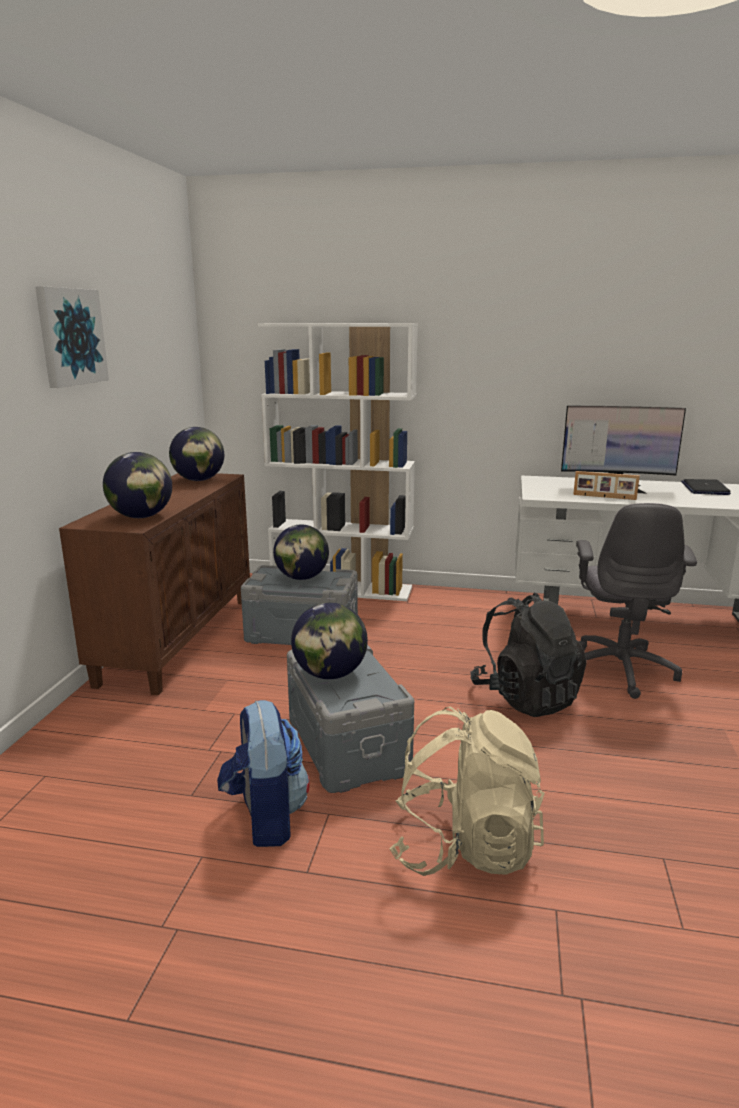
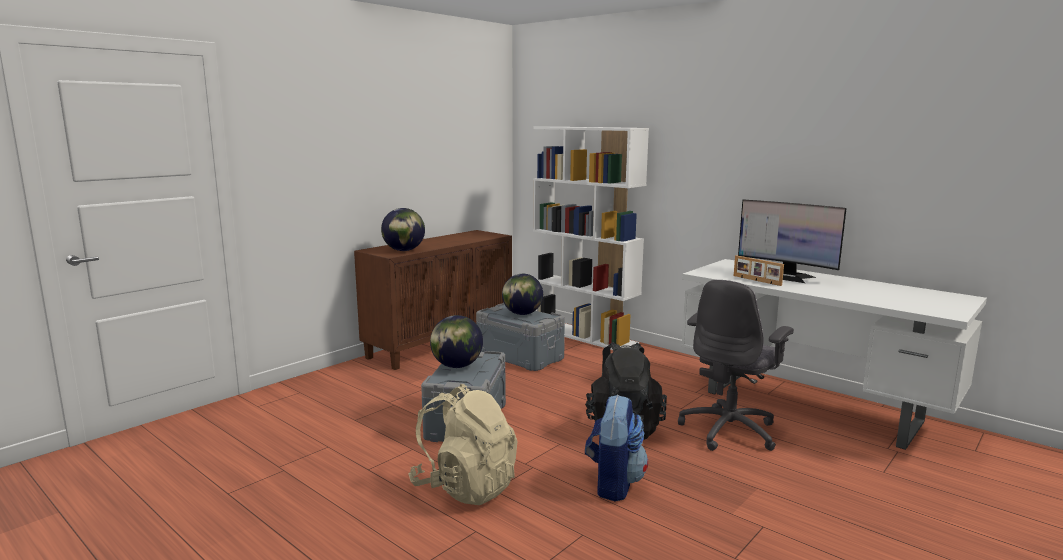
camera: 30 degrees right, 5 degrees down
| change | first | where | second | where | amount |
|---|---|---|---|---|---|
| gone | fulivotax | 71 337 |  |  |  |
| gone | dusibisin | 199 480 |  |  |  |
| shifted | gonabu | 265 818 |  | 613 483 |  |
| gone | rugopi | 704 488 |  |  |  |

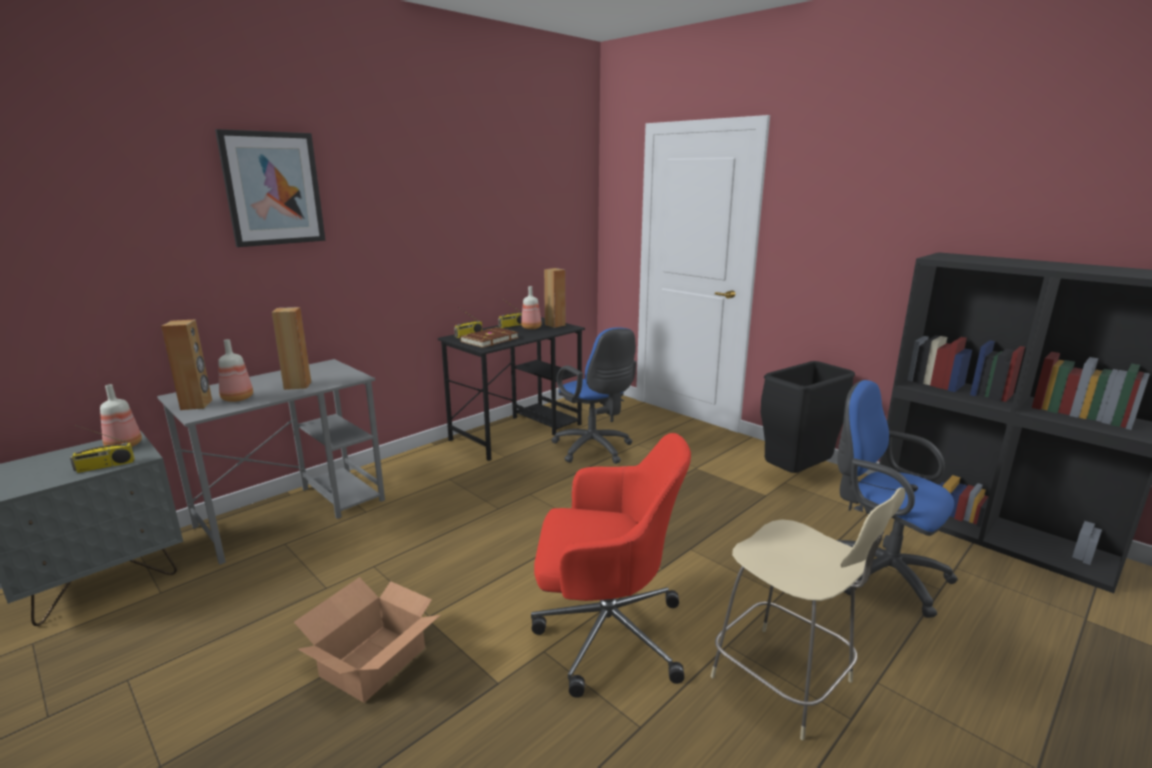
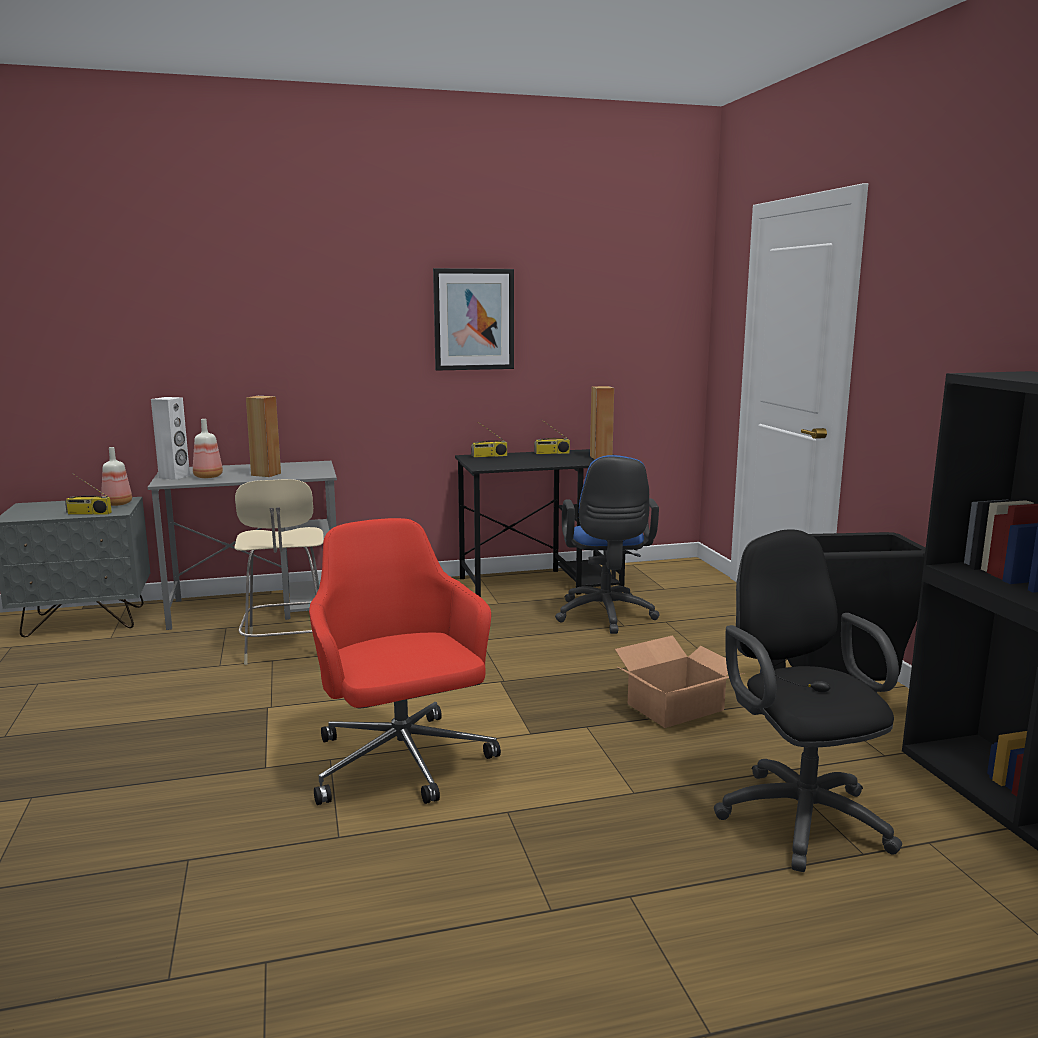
camera: 30 degrees right, 5 degrees down
| change | first | where | second | where | amount |
|---|---|---|---|---|---|
| repainted | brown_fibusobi | 197 405 | white_fibusobi | 174 476 |  |
| shifted | fulivotax | 273 189 |  | 473 319 |  |
| shifted | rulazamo | 372 662 |  | 674 707 |  |
| gone | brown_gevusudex | 488 340 |  |  |  |
| gone | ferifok | 532 328 |  |  |  |
| rotated | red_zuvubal | 605 632 |  | 401 764 | 150 degrees counterclockwise |
| shifted | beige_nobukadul | 786 682 |  | 287 648 |  |
| repainted | blue_zuvubal | 879 573 | black_zuvubal | 797 813 |  |

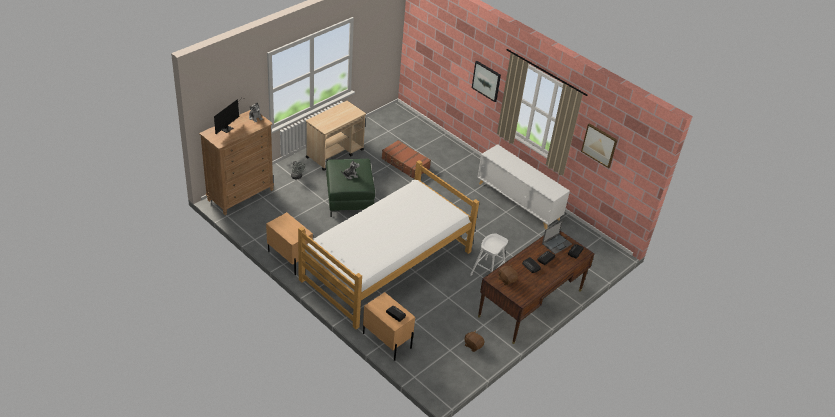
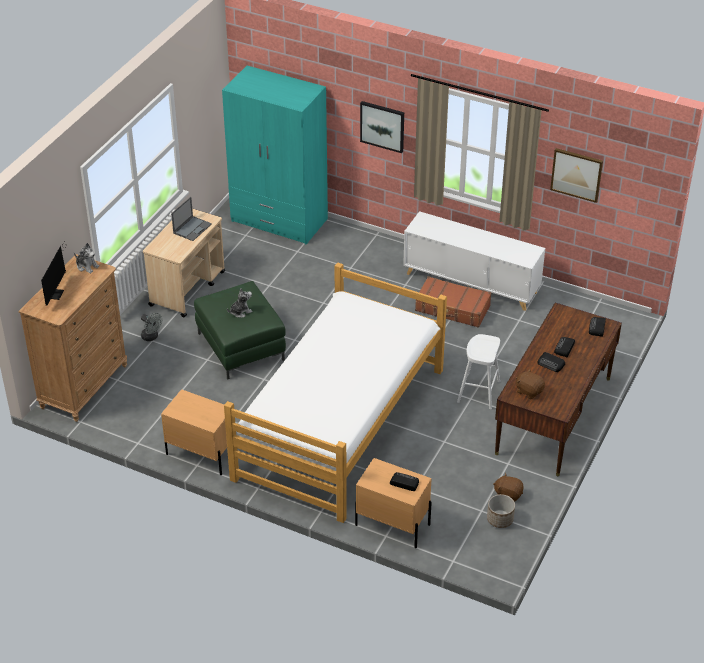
camera: 15 degrees left, 0 degrees up
| change | first | where | second | where | amount |
|---|---|---|---|---|---|
| shifted | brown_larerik | 405 164 |  | 452 309 |  |
| shifted | rugopi | 557 243 |  | 192 228 |  |
| new |  |  | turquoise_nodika | 279 220 |  |
| new |  |  | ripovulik | 500 519 |  |

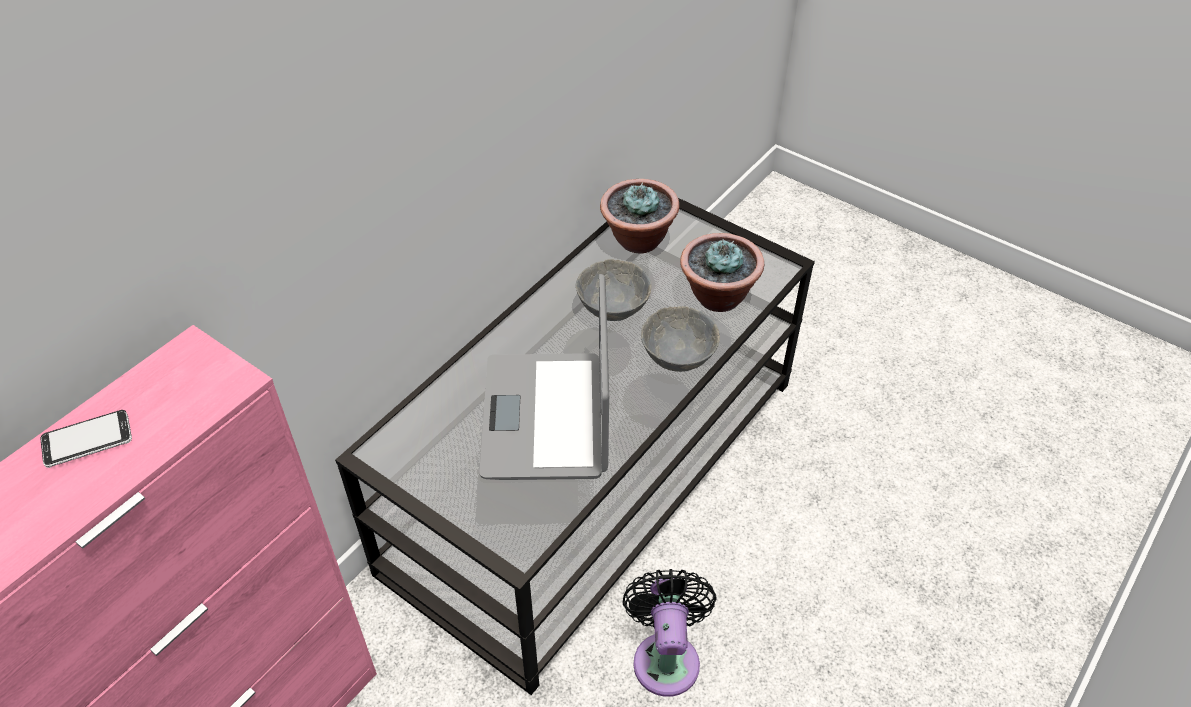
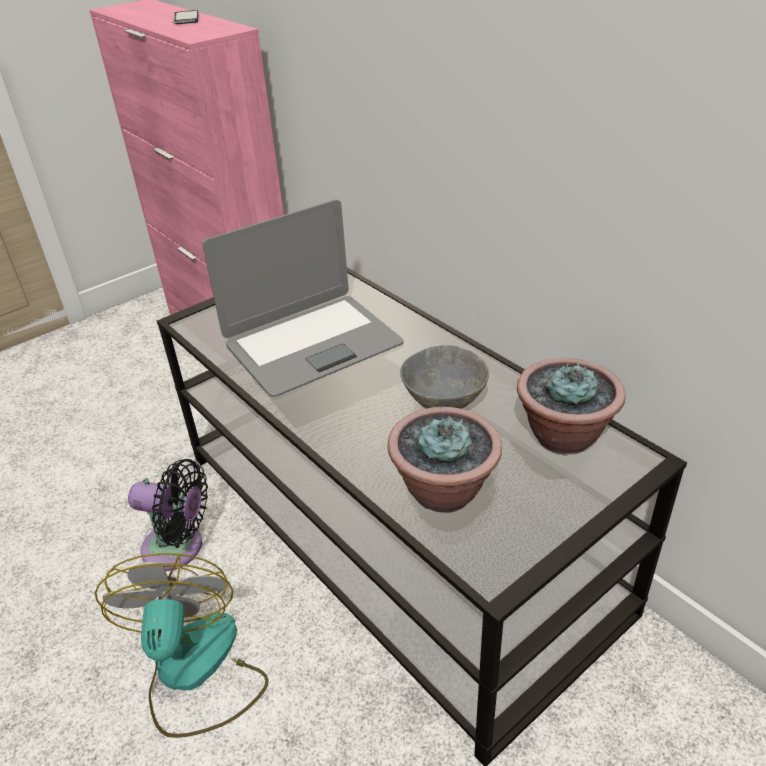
camera: 105 degrees right, 10 degrees down
| change | first | where | second | where | amount |
|---|---|---|---|---|---|
| rotated | rugopi | 547 417 |  | 312 344 | 135 degrees clockwise |
| gone | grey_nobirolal | 678 357 |  |  |  |
| new |  |  | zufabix | 195 672 |  |

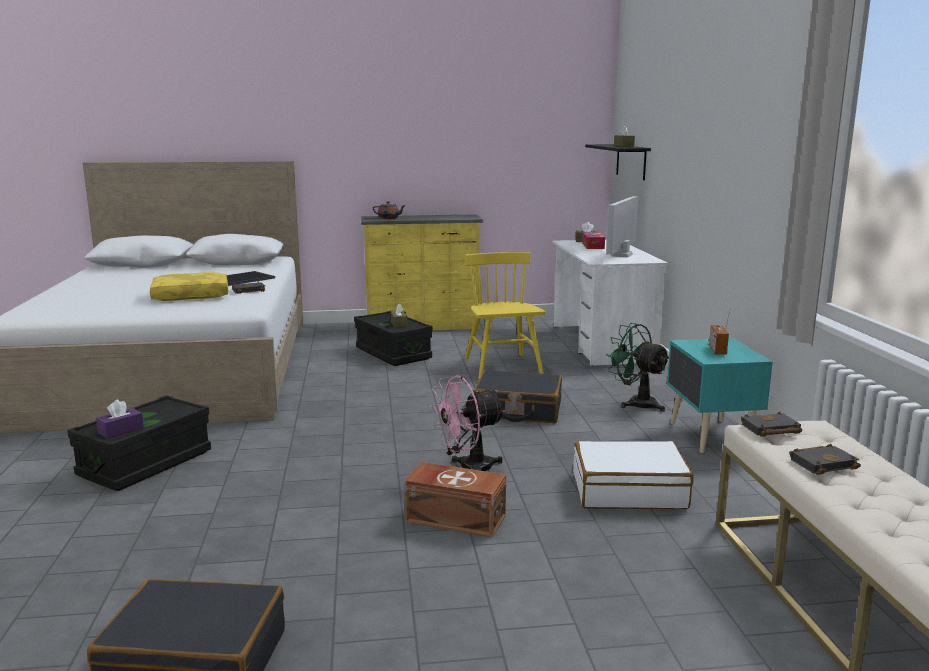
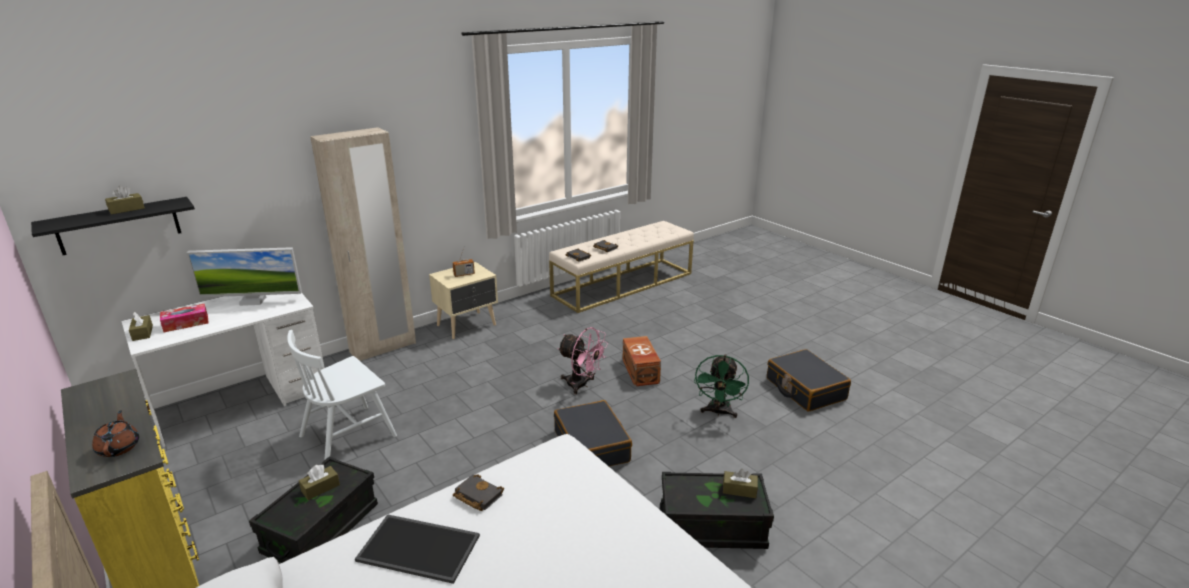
camera: 120 degrees left, 10 degrees up
| change | first | where | second | where | amount |
|---|---|---|---|---|---|
| repainted | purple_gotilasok | 121 430 | brown_gotilasok | 739 490 |  |
| gone | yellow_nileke | 191 296 |  |  |  |
| repainted | yellow_nobukadul | 502 366 | white_nobukadul | 348 435 |  |
| shifted | black_larerik | 518 410 |  | 592 446 |  |
| gone | white_larerik | 629 490 |  |  |  |
| shifted | green_zufabix | 636 403 |  | 718 412 |  |
| repainted | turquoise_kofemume | 710 437 | beige_kofemume | 468 325 |  |
| new |  |  | beige_nodika | 383 347 |  |

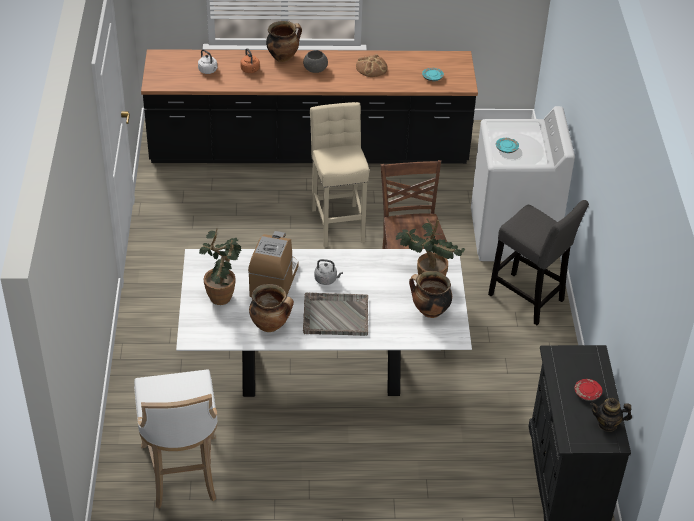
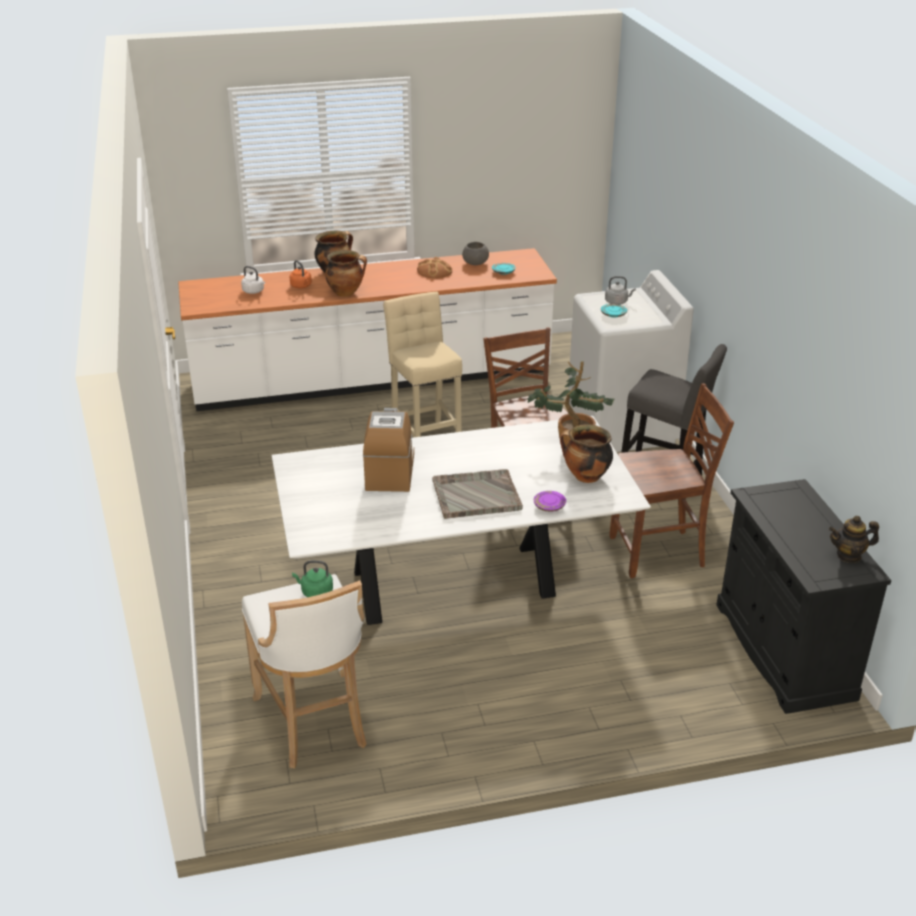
camera: 10 degrees left, 10 degrees down
| change | first | where | second | where | amount |
|---|---|---|---|---|---|
| repainted | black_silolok | 309 151 | white_silolok | 372 380 |  |
| gone | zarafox | 224 294 |  |  |  |
| shifted | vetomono | 271 325 |  | 346 293 |  |
| shifted | grey_nobirolal | 315 69 |  | 475 263 |  |
| shifted | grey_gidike | 327 279 |  | 617 302 |  |
| gone | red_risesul | 587 393 |  |  |  |
| new |  |  | green_gidike | 315 592 |  |
| new |  |  | purple_risesul | 549 506 |  |
| new |  |  | brown_nobukadul | 659 553 |  |

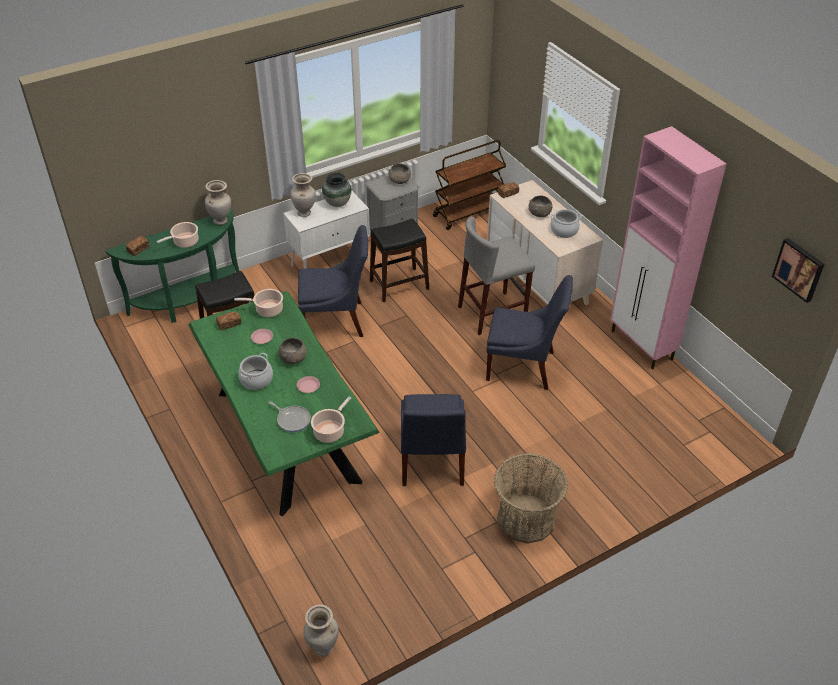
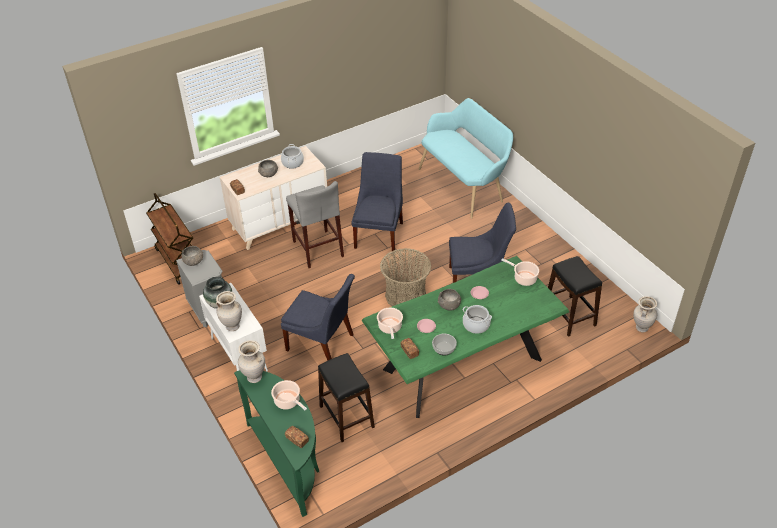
camera: 90 degrees left, 0 degrees up
| change | first | where | second | where | amount |
|---|---|---|---|---|---|
| gone | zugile | 292 419 |  |  |  |
| rotated | blue_nobukadul | 336 321 |  | 322 344 | 120 degrees clockwise |
| shifted | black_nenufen | 399 285 |  | 569 315 |  |
| shifted | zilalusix | 526 519 |  | 405 295 |  |
| gone | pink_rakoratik | 642 346 |  |  |  |
| gone | fulivotax | 799 269 |  |  |  |
| new |  |  | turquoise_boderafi | 464 185 |  |
| new |  |  | nobirolal | 444 348 |  |

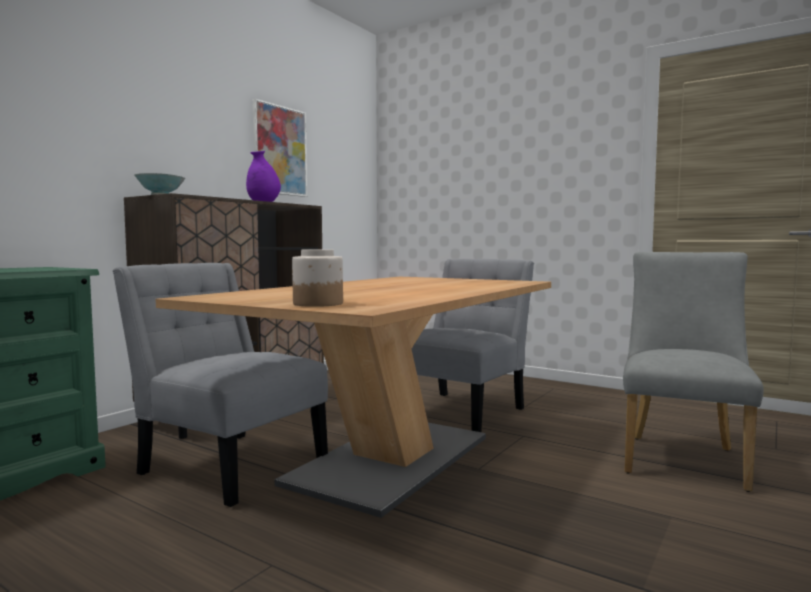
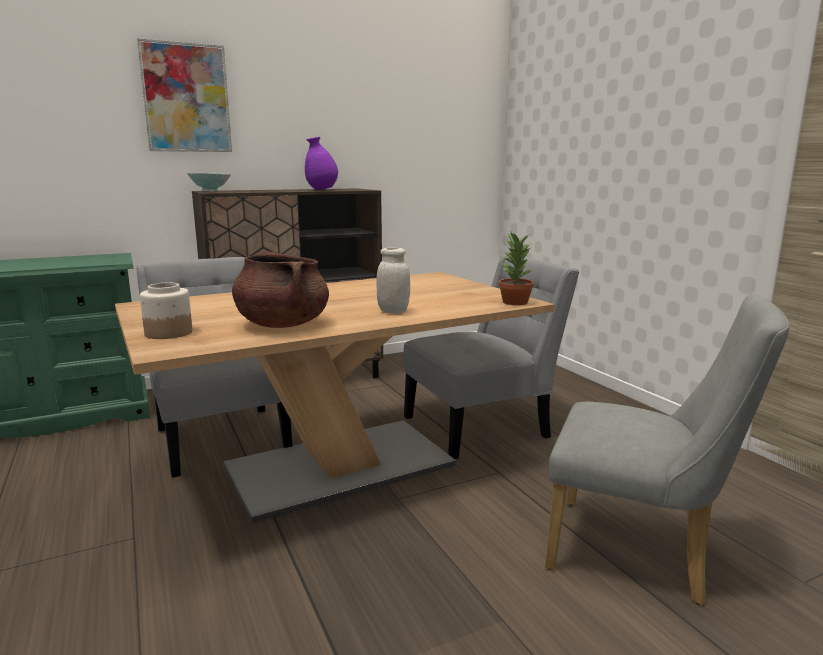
camera: 30 degrees right, 10 degrees up
| change | first | where | second | where | amount |
|---|---|---|---|---|---|
| shifted | fulivotax | 280 150 |  | 186 98 |  |
| rotated | grey_nobukadul | 682 457 |  | 641 553 | 60 degrees clockwise |
| new |  |  | brown_vetomono | 282 324 |  |
| new |  |  | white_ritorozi | 393 311 |  |
| new |  |  | zarafox | 514 302 |  |

